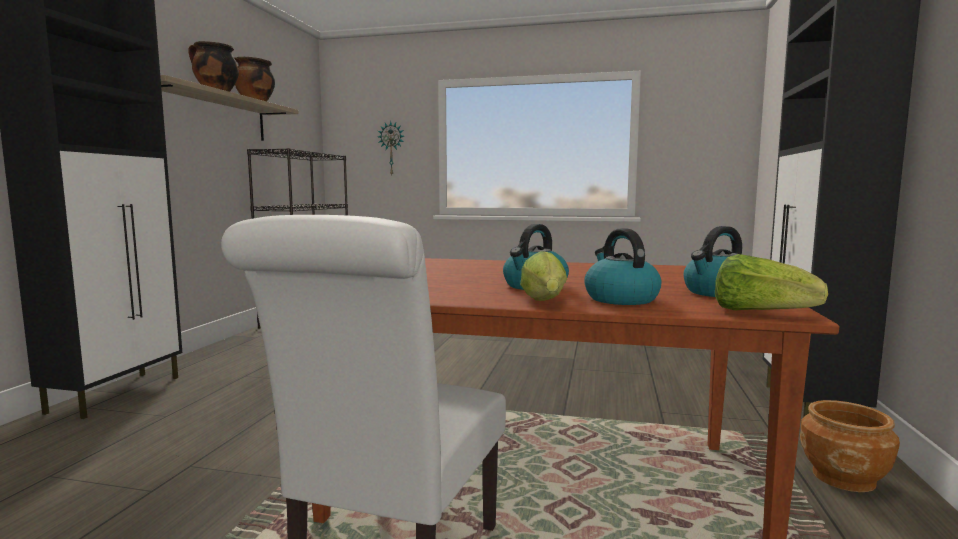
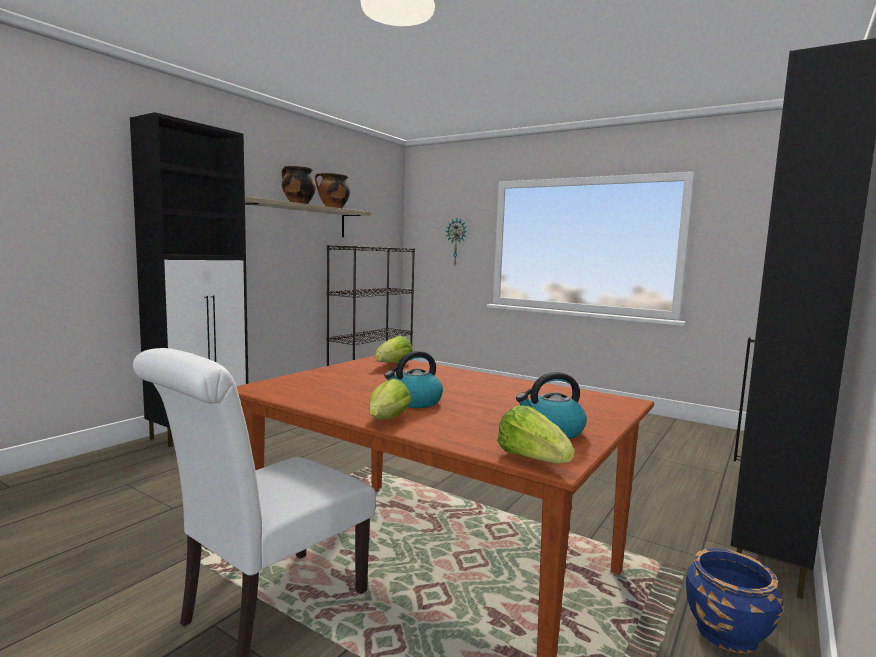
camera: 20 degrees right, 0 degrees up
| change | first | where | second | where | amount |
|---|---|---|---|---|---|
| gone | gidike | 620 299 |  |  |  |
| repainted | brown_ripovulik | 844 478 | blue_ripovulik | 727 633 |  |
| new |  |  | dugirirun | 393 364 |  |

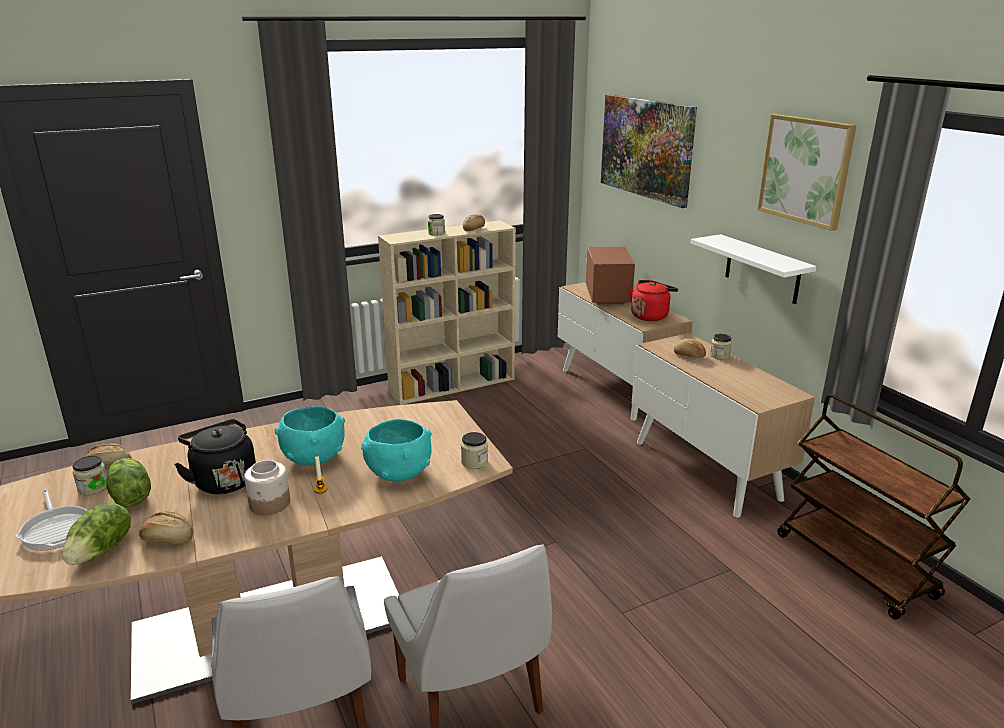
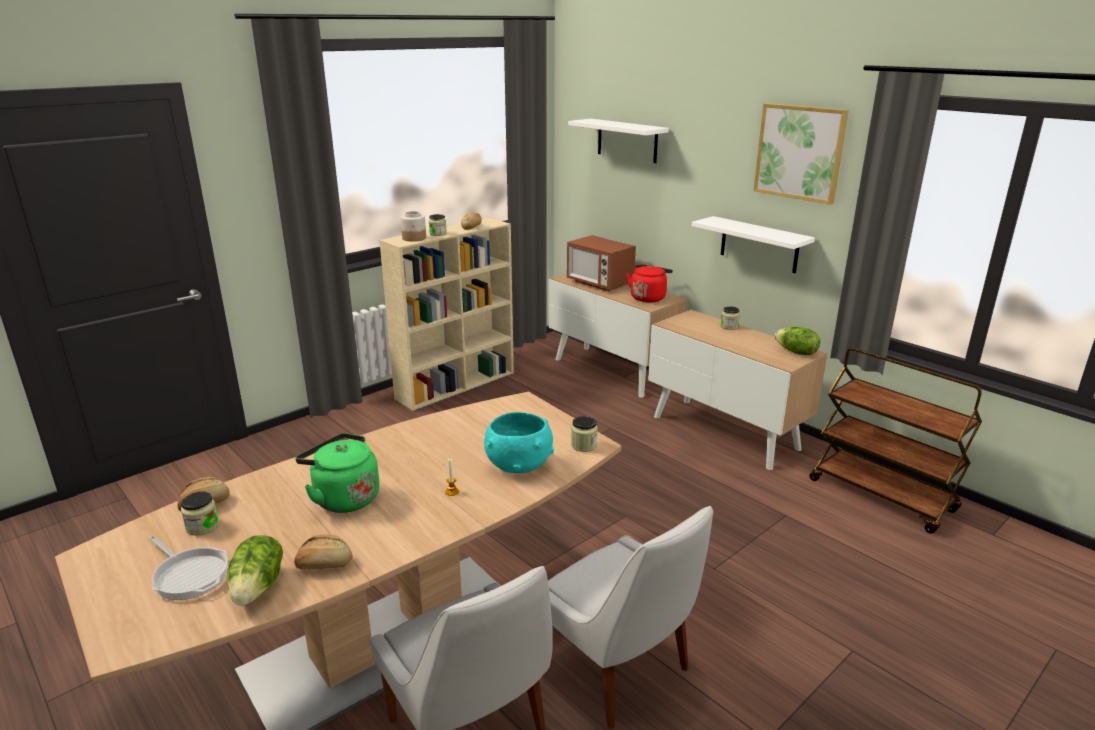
camera: 15 degrees left, 0 degrees up
| change | first | where | second | where | amount |
|---|---|---|---|---|---|
| shifted | dugirirun | 130 497 |  | 796 352 |  |
| repainted | black_gidike | 223 480 | green_gidike | 343 498 |  |
| shifted | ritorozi | 270 504 |  | 414 238 |  |
| gone | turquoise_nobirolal | 314 458 |  |  |  |
| rotated | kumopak | 608 296 |  | 599 283 | 150 degrees clockwise |
| swapped | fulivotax | 646 148 | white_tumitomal | 627 140 |  |
| gone | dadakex | 688 355 |  |  |  |

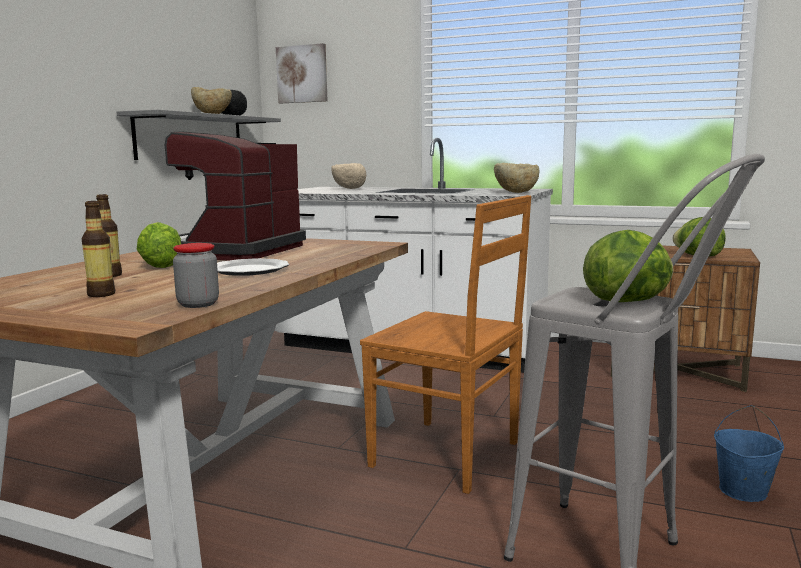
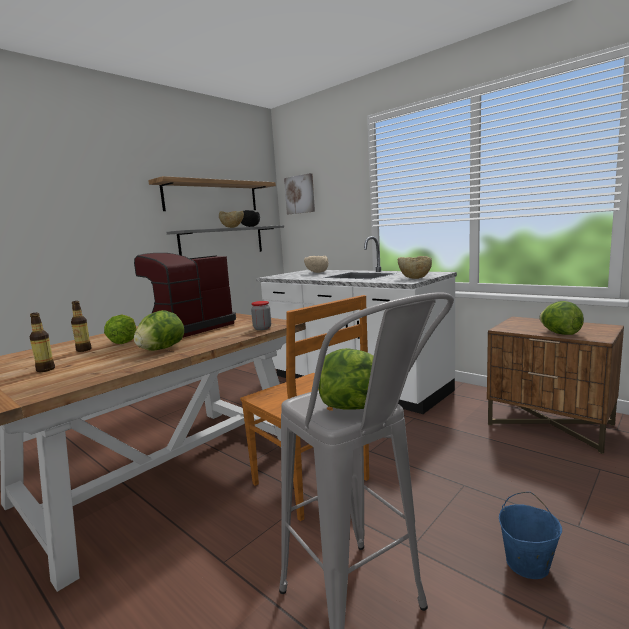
camera: 20 degrees right, 0 degrees up
| change | first | where | second | where | amount |
|---|---|---|---|---|---|
| shifted | ritorozi | 198 304 |  | 262 328 |  |
| swapped | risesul | 250 270 | dugirirun | 161 349 |  |
| new |  |  | tumitomal | 212 196 |  |

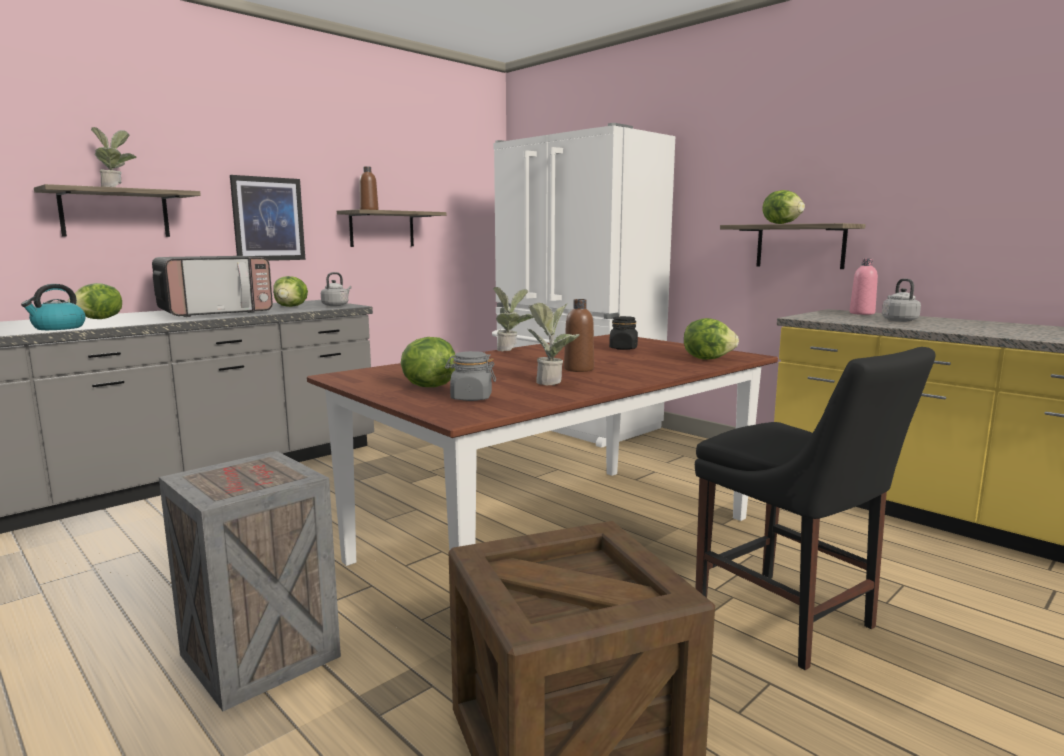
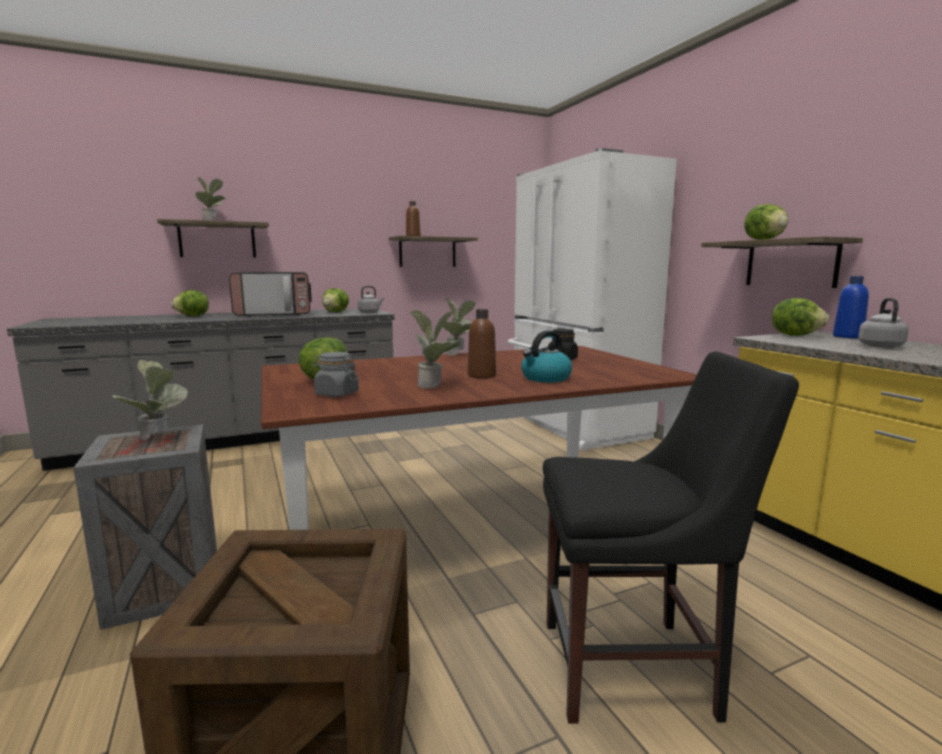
camera: 20 degrees right, 0 degrees up
| change | first | where | second | where | amount |
|---|---|---|---|---|---|
| shifted | gidike | 58 328 |  | 545 378 |  |
| gone | fulivotax | 268 219 |  |  |  |
| shifted | dugirirun | 708 359 |  | 795 335 |  |
| rotated | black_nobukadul | 790 621 |  | 636 668 | 75 degrees counterclockwise |
| repainted | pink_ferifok | 862 313 | blue_ferifok | 848 337 |  |
| new |  |  | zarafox | 158 439 |  |

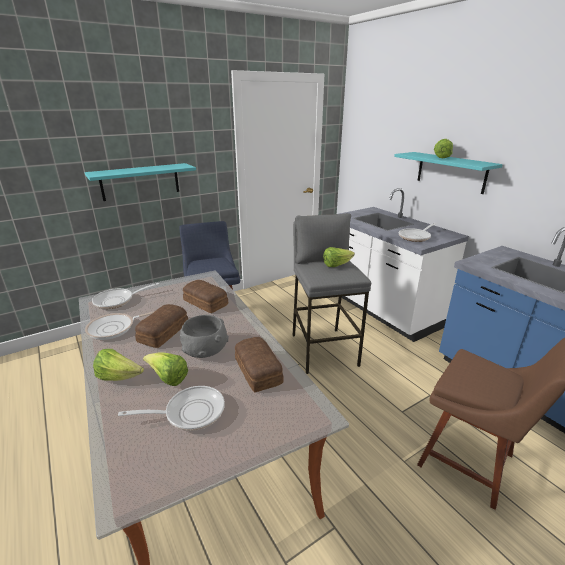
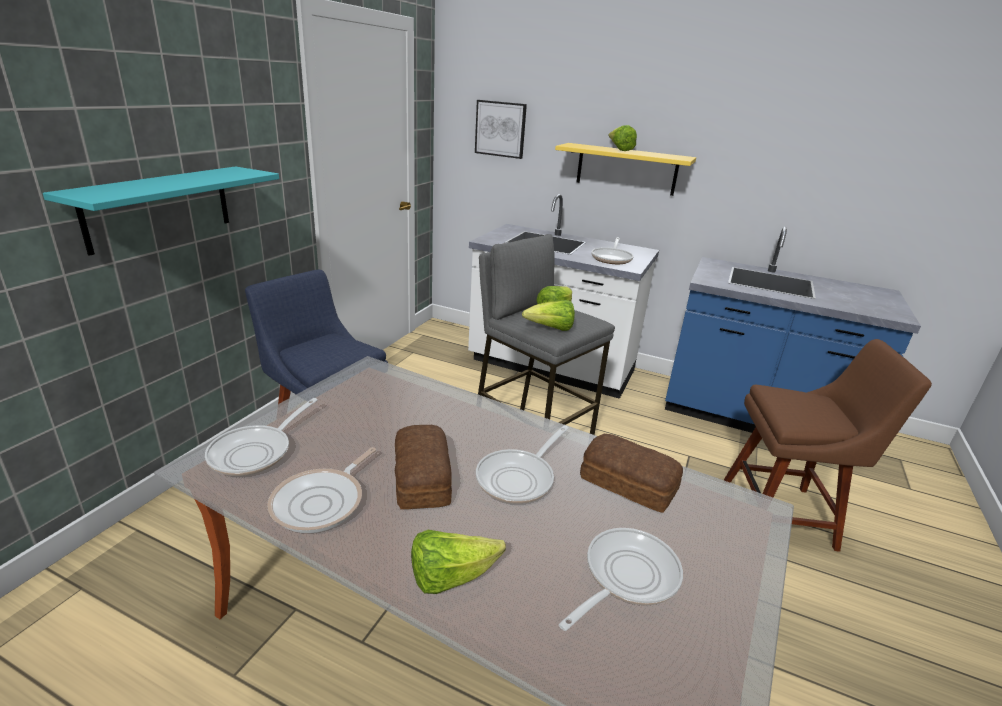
camera: 35 degrees left, 0 degrees up
| change | first | where | second | where | amount |
|---|---|---|---|---|---|
| shifted | dugirirun | 168 378 |  | 551 329 |  |
| swapped | grey_nobirolal | 205 348 | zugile | 519 478 |  |
| gone | dadakex | 205 303 |  |  |  |
| repainted | turquoise_tumitomal | 451 172 | yellow_tumitomal | 626 169 |  |
| new |  |  | fulivotax | 500 129 |  |

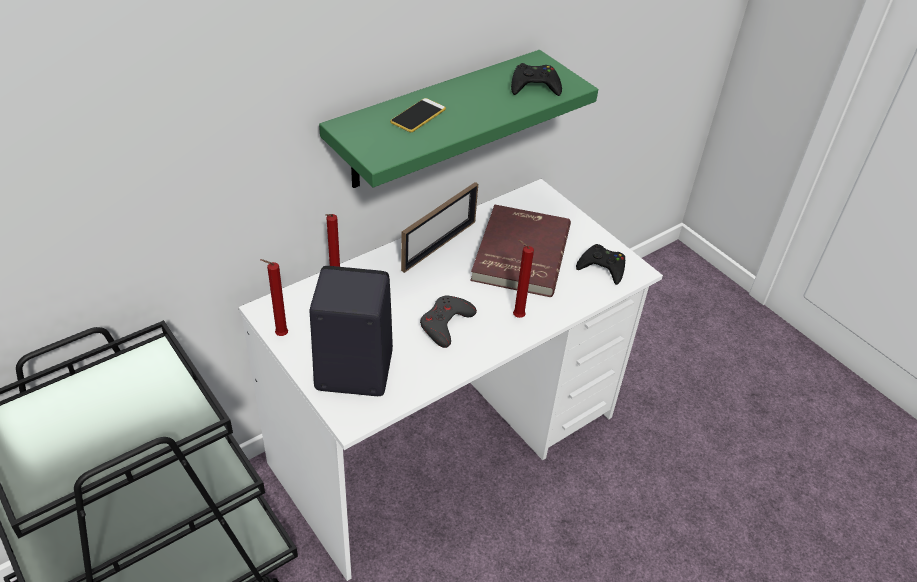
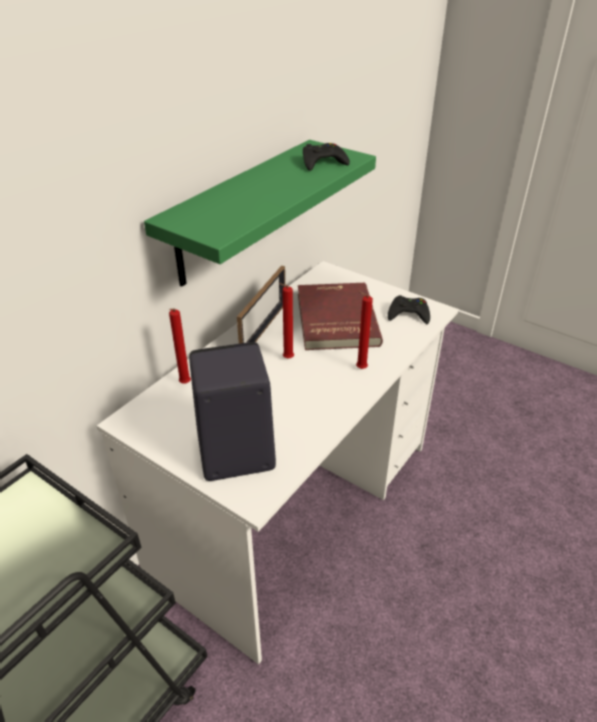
camera: 15 degrees left, 5 degrees down
| change | first | where | second | where | amount |
|---|---|---|---|---|---|
| shifted | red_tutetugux | 279 335 |  | 286 359 |  |
| gone | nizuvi | 418 116 |  |  |  |
| gone | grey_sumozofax | 445 324 |  |  |  |

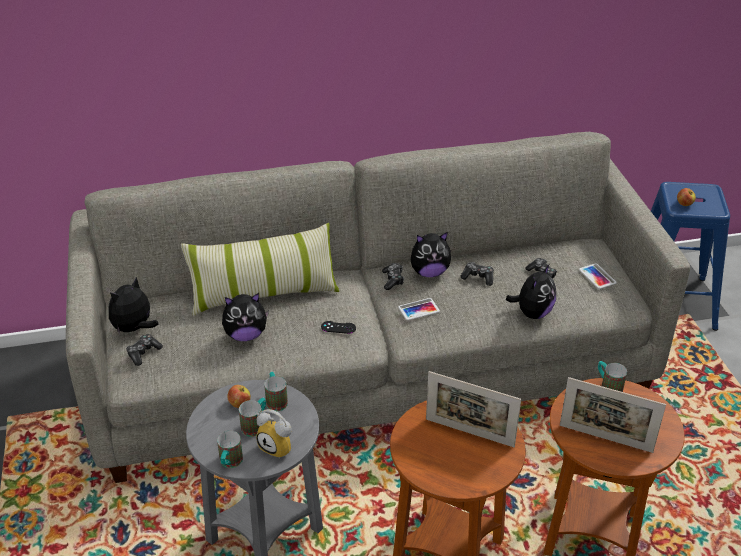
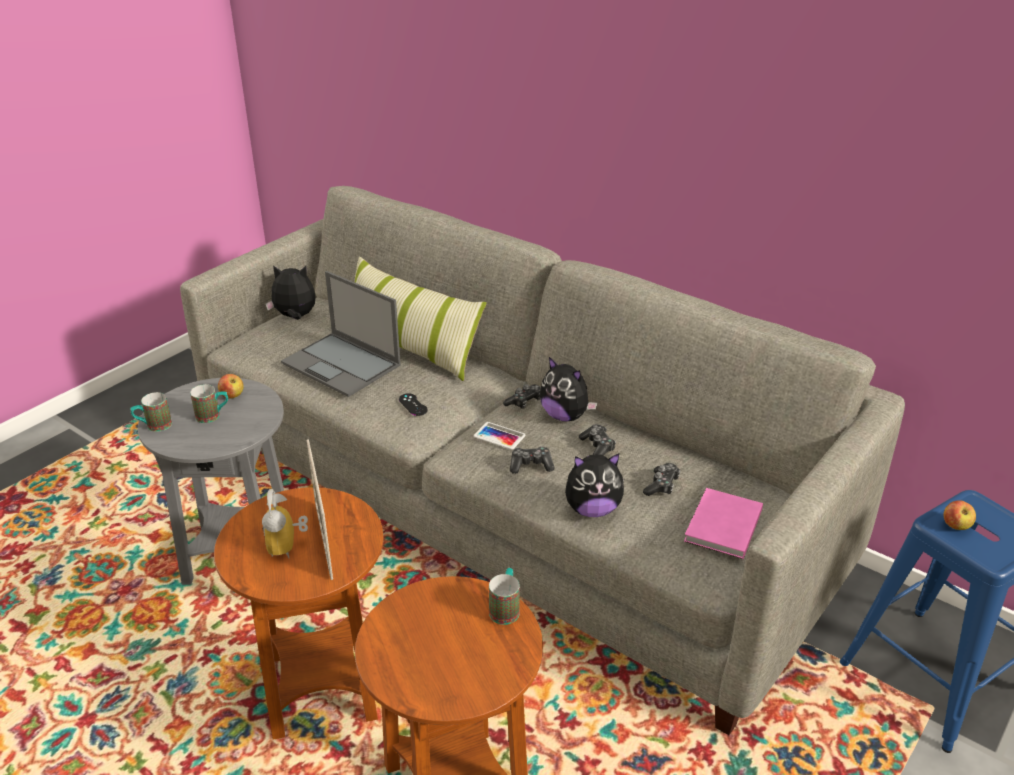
camera: 50 degrees right, 5 degrees down
| change | first | where | second | where | amount |
|---|---|---|---|---|---|
| shifted | sumozofax | 143 353 |  | 531 465 |  |
| swapped | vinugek | 246 335 | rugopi | 342 364 |  |
| shifted | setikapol | 279 447 |  | 288 547 |  |
| gone | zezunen | 276 400 |  |  |  |
| gone | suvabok | 605 438 |  |  |  |
| swapped | nizuvi | 597 276 | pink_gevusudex | 721 527 |  |

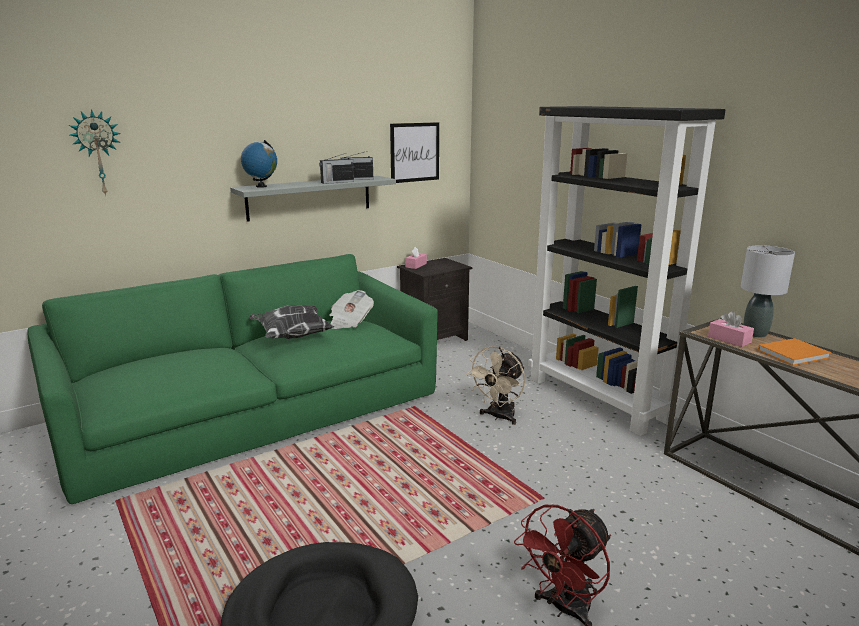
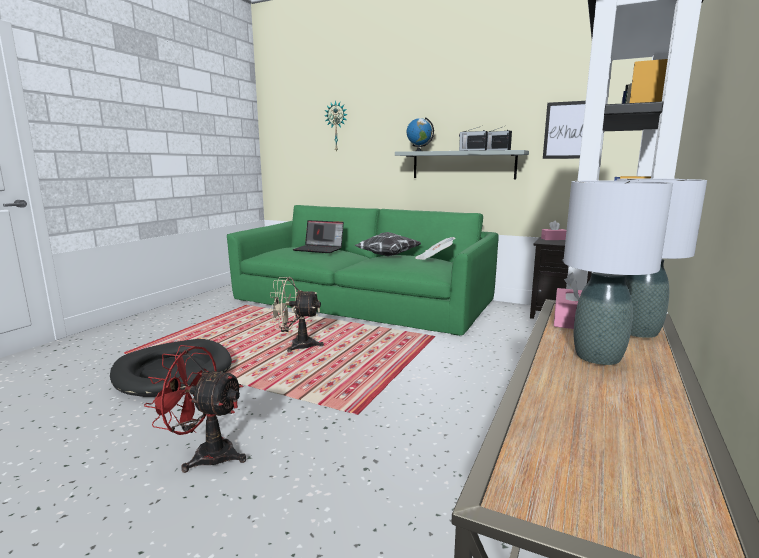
camera: 60 degrees right, 5 degrees down
| change | first | where | second | where | amount |
|---|---|---|---|---|---|
| shifted | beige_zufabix | 498 417 |  | 296 345 |  |
| swapped | orange_gevusudex | 794 353 | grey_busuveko | 598 356 |  |
| new |  |  | rugopi | 319 249 |  |

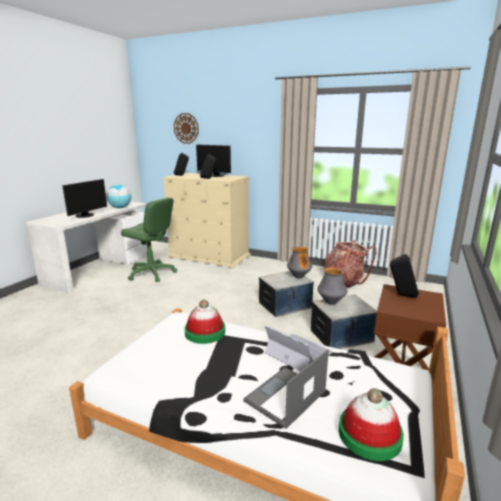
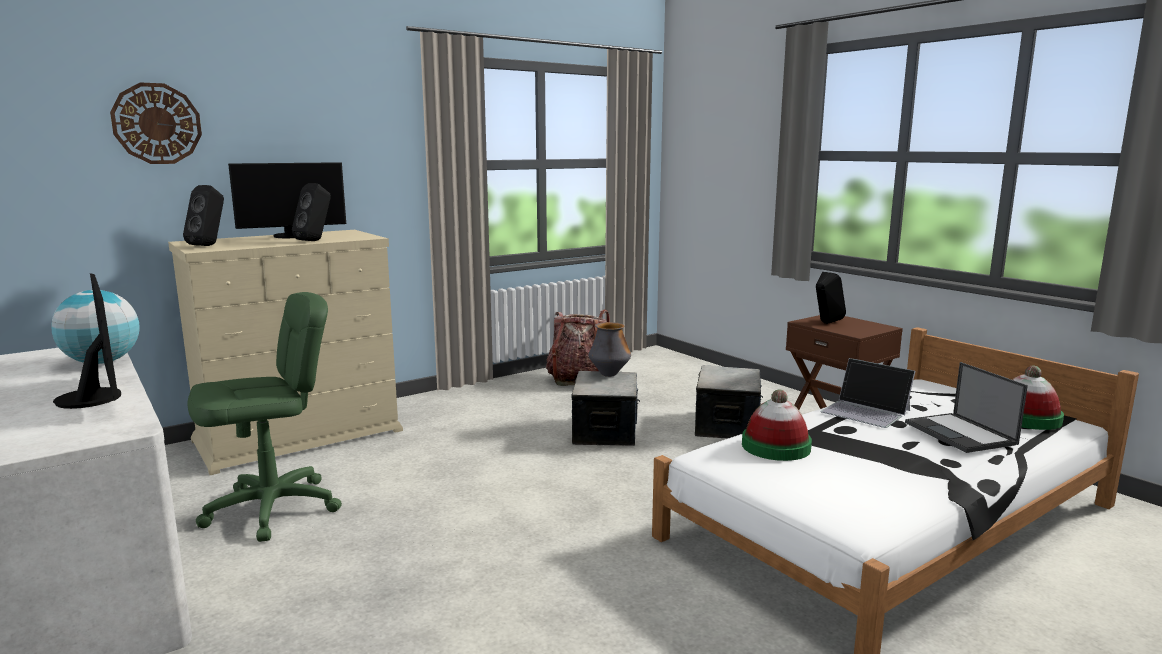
camera: 60 degrees left, 5 degrees down
| change | first | where | second | where | amount |
|---|---|---|---|---|---|
| rotated | rugopi | 297 353 |  | 866 411 | 120 degrees counterclockwise |
| gone | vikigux | 331 302 |  |  |  |

